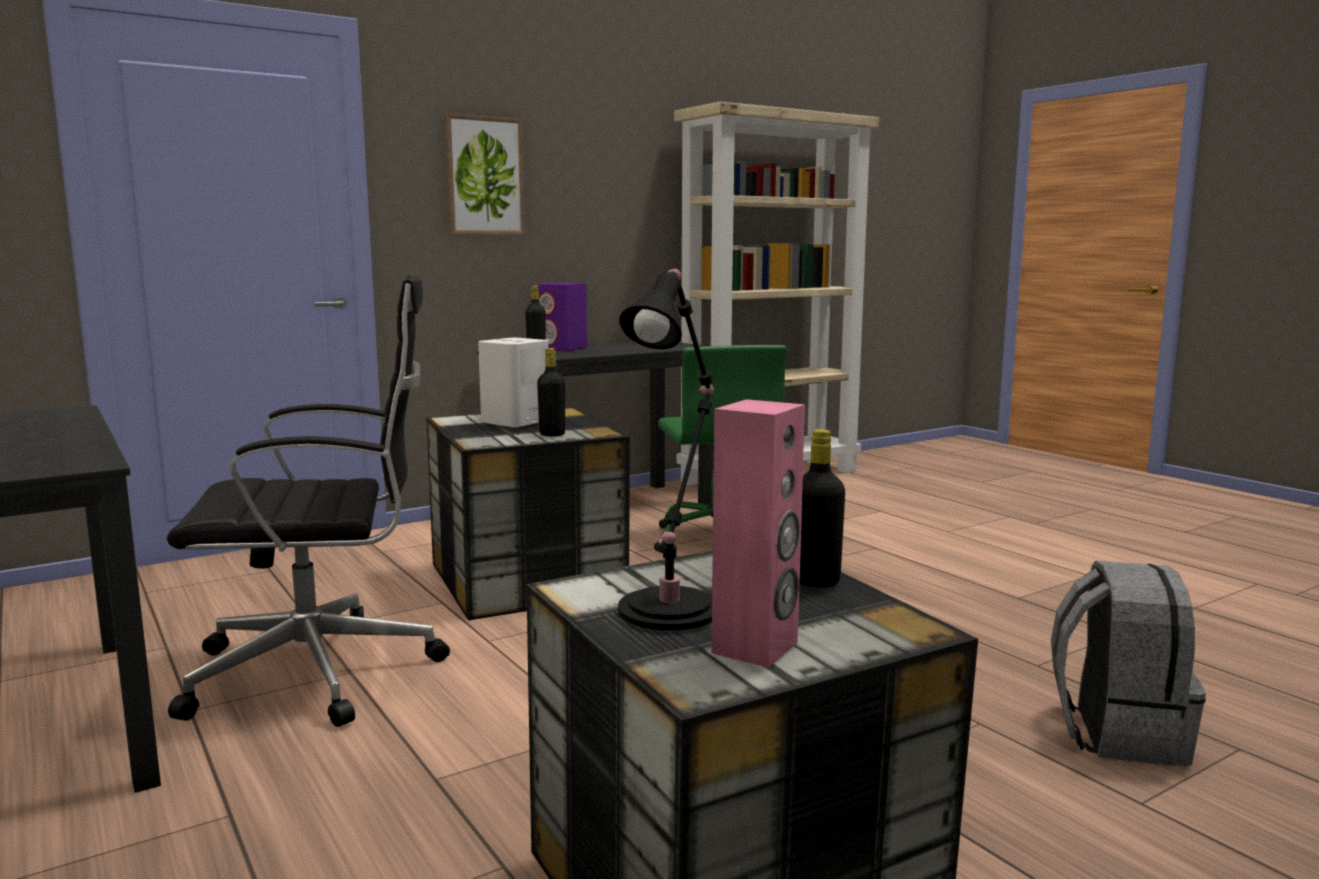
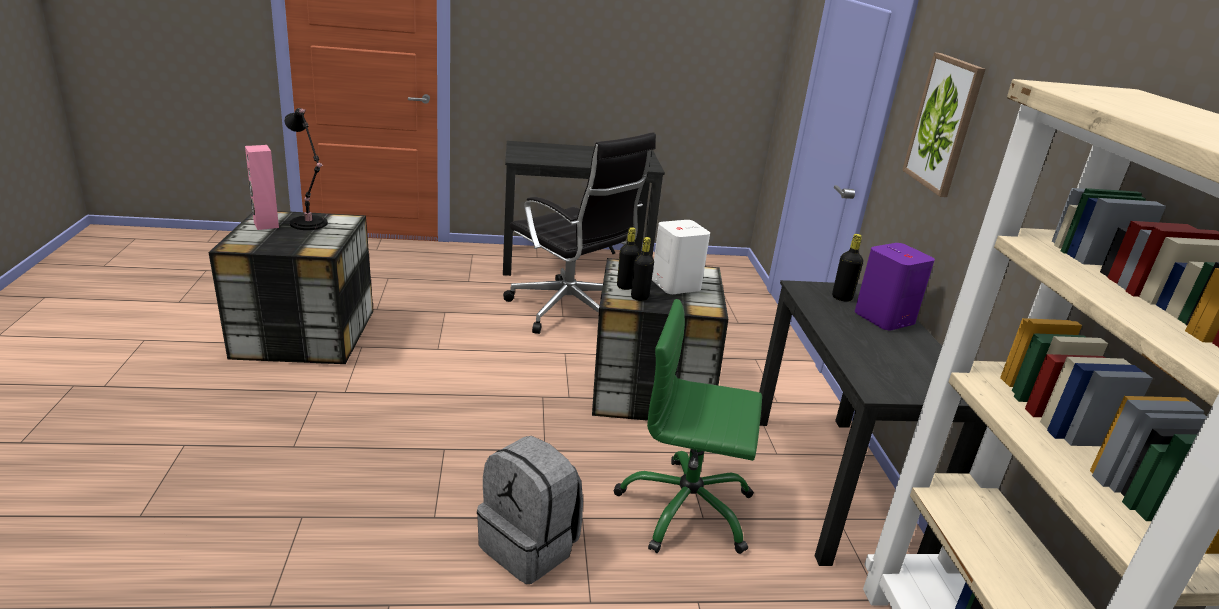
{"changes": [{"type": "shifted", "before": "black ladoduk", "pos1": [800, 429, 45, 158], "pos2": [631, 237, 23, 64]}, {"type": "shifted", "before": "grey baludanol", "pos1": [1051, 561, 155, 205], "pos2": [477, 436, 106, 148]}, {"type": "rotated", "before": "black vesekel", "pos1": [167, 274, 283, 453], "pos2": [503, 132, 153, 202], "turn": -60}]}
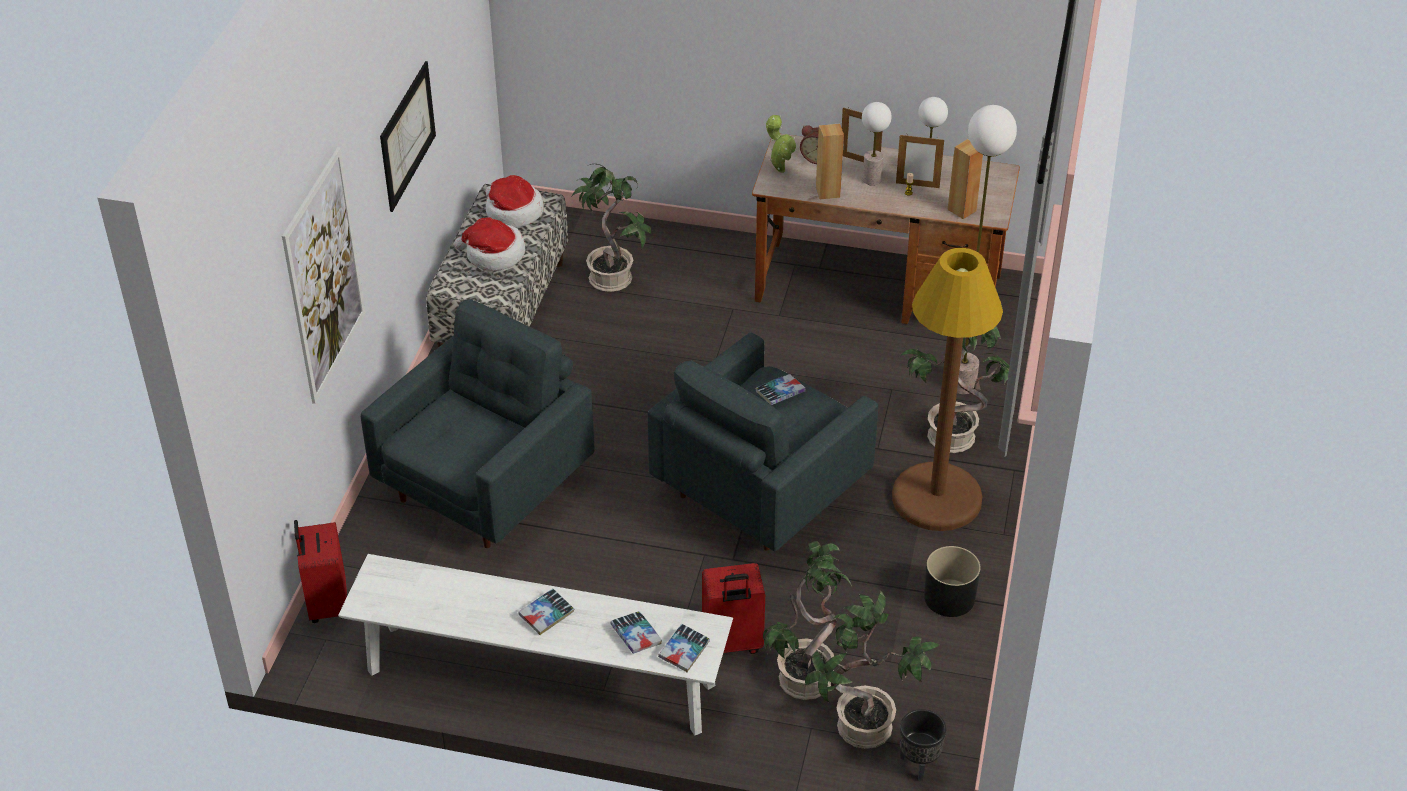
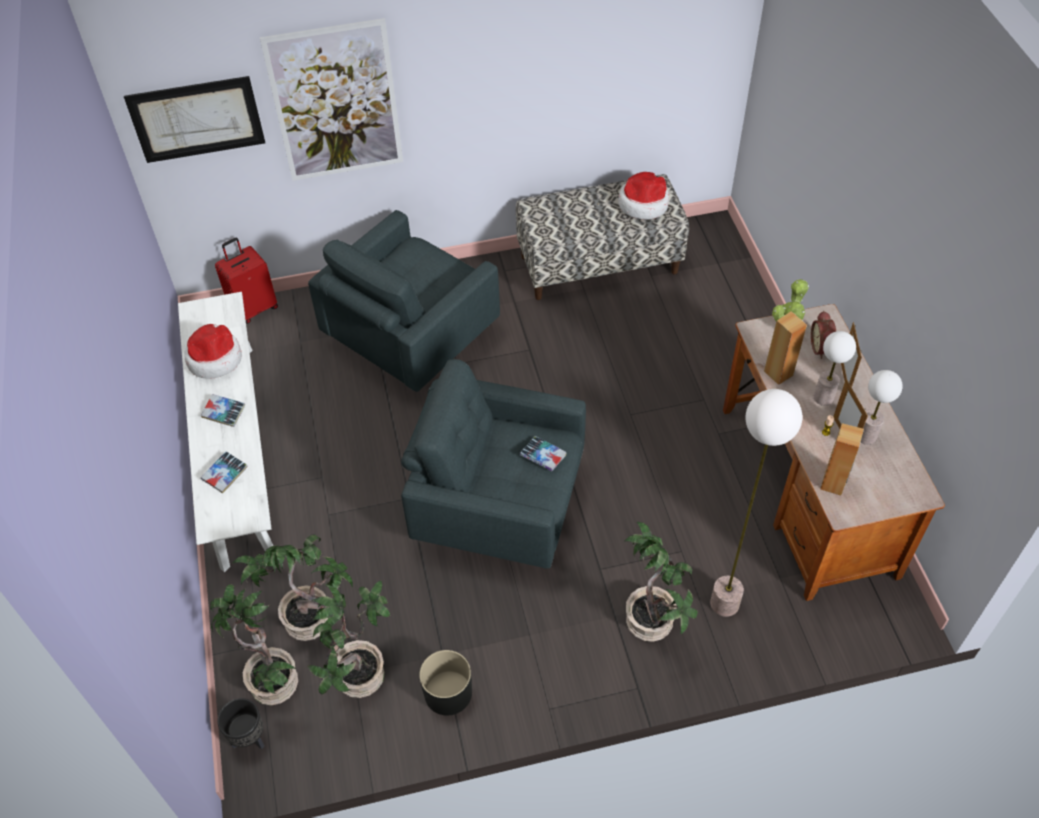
{"changes": [{"type": "gone", "before": "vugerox", "pos1": [658, 624, 52, 48]}, {"type": "gone", "before": "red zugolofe", "pos1": [702, 563, 63, 91]}, {"type": "gone", "before": "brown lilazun", "pos1": [892, 248, 111, 283]}, {"type": "shifted", "before": "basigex", "pos1": [380, 61, 56, 151], "pos2": [124, 76, 141, 87]}, {"type": "shifted", "before": "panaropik", "pos1": [454, 218, 71, 53], "pos2": [184, 324, 58, 55]}, {"type": "shifted", "before": "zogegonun", "pos1": [571, 164, 80, 128], "pos2": [307, 580, 83, 118]}, {"type": "rotated", "before": "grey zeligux", "pos1": [361, 299, 233, 249], "pos2": [308, 210, 192, 182], "turn": 120}]}
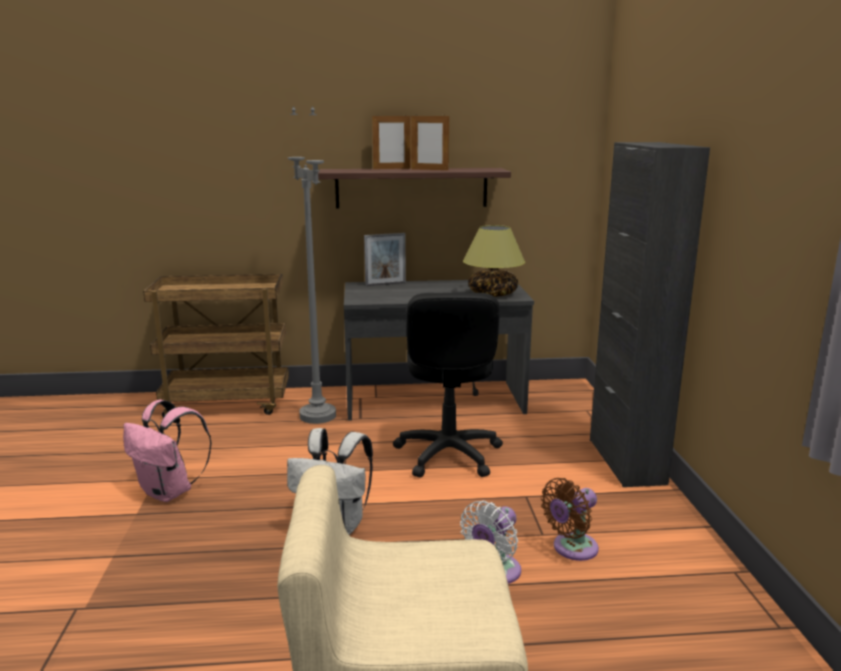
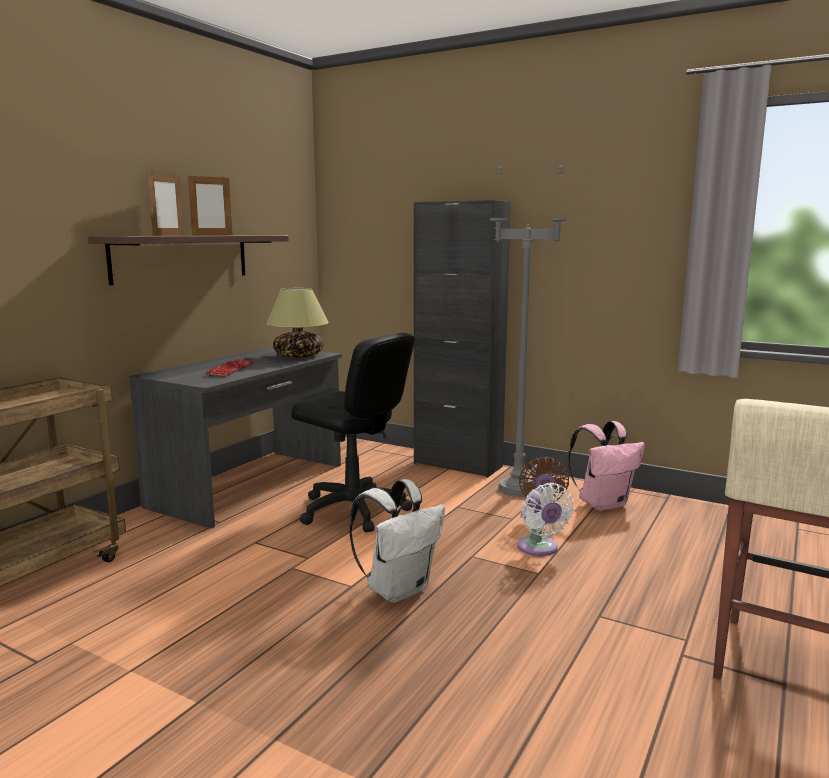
{"changes": [{"type": "gone", "before": "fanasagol", "pos1": [364, 233, 42, 53]}, {"type": "new", "after": "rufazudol", "pos2": [205, 359, 49, 18]}, {"type": "shifted", "before": "pink baludanol", "pos1": [123, 400, 89, 102], "pos2": [568, 421, 77, 90]}, {"type": "shifted", "before": "grey lilazun", "pos1": [288, 106, 48, 318], "pos2": [490, 164, 77, 333]}]}
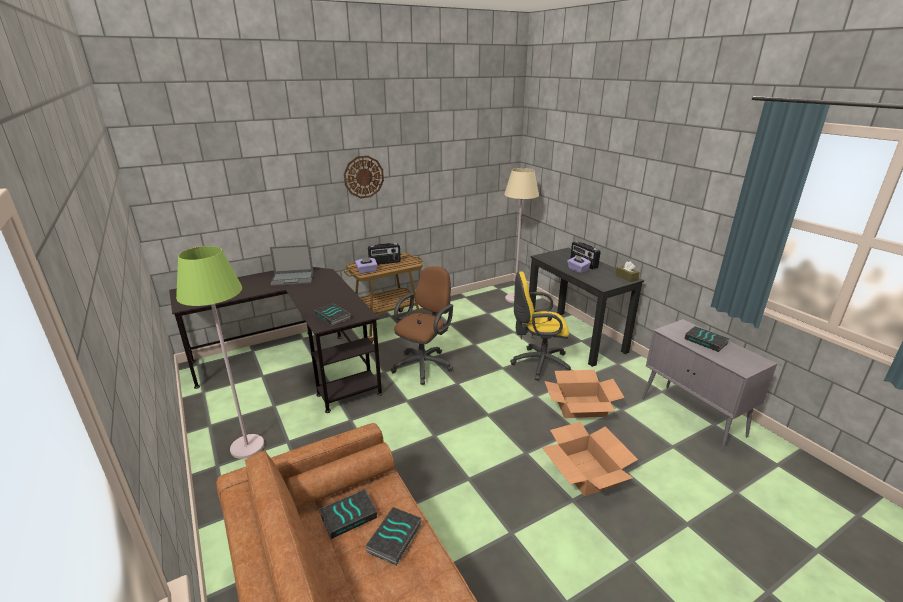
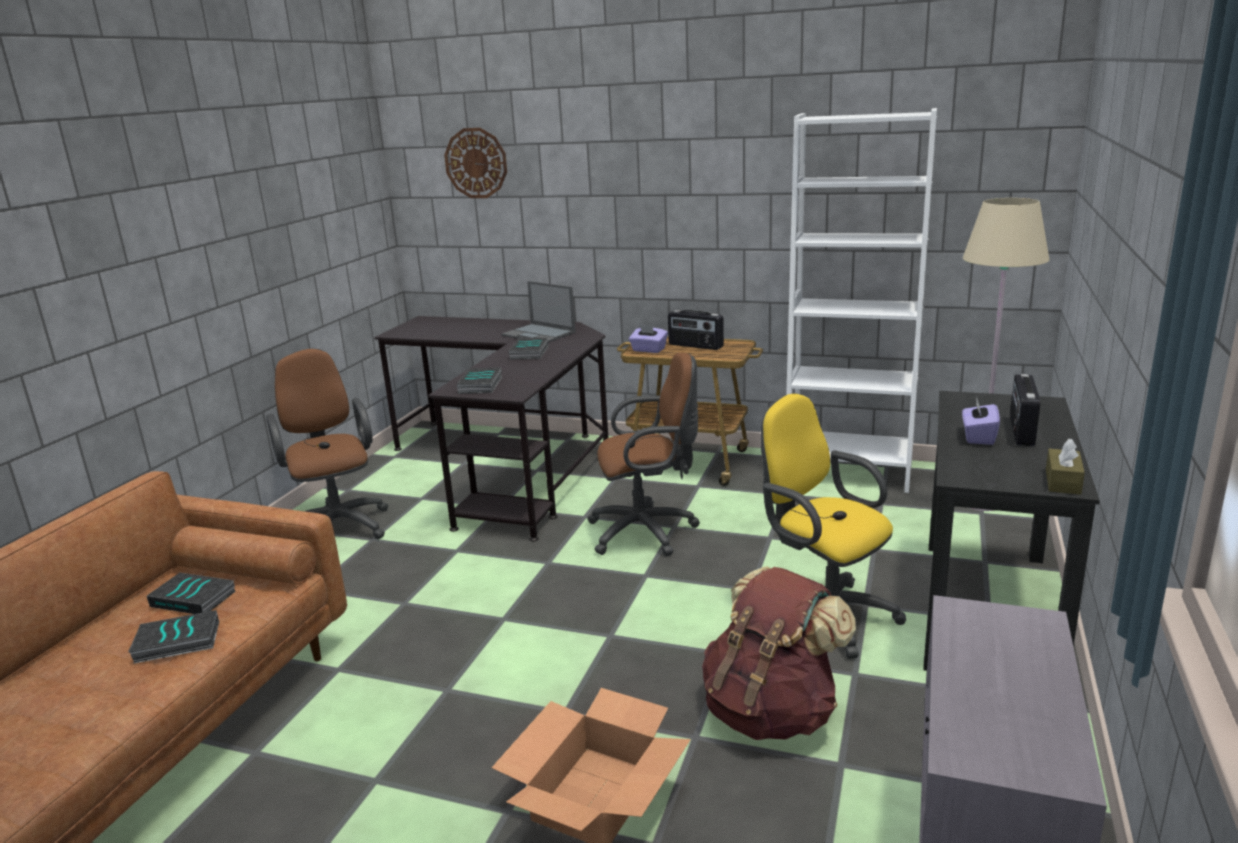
{"changes": [{"type": "new", "after": "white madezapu", "pos2": [786, 108, 151, 385]}, {"type": "shifted", "before": "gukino", "pos1": [344, 156, 40, 42], "pos2": [444, 128, 63, 70]}, {"type": "shifted", "before": "vugerox", "pos1": [684, 326, 46, 26], "pos2": [509, 337, 40, 23]}, {"type": "swapped", "before": "green lilazun", "after": "brown vesekel", "pos1": [176, 246, 88, 213], "pos2": [266, 349, 122, 190]}, {"type": "swapped", "before": "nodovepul", "after": "brown baludanol", "pos1": [545, 370, 80, 48], "pos2": [702, 566, 154, 174]}]}
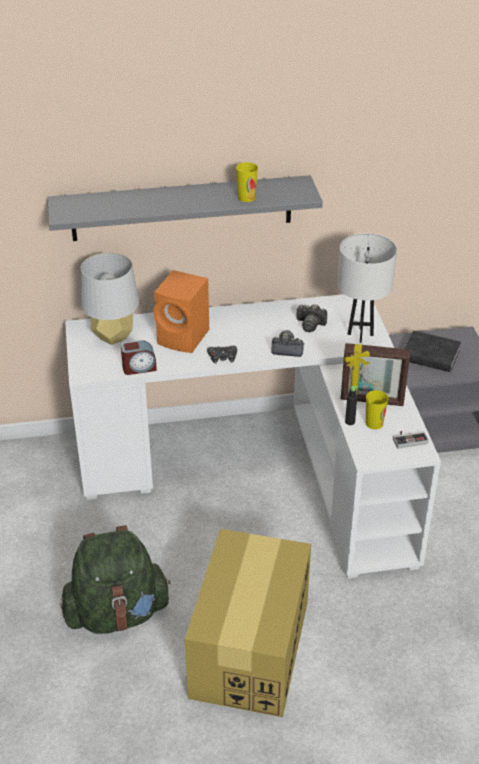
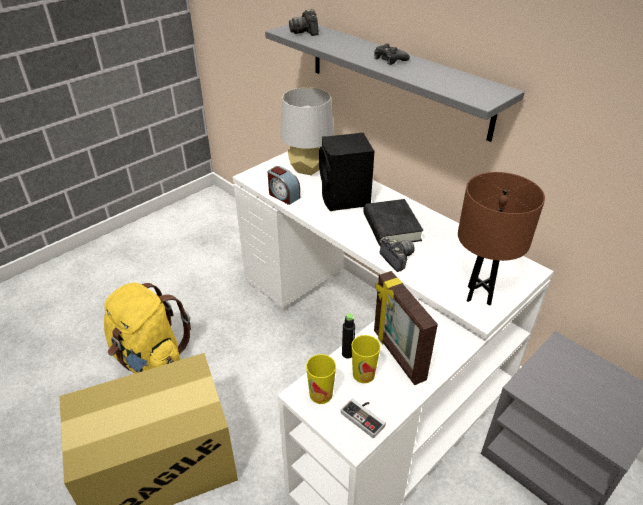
{"changes": [{"type": "shifted", "before": "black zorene", "pos1": [207, 346, 30, 18], "pos2": [374, 43, 36, 22]}, {"type": "shifted", "before": "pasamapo", "pos1": [236, 162, 22, 40], "pos2": [306, 354, 30, 50]}, {"type": "shifted", "before": "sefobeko", "pos1": [296, 304, 31, 28], "pos2": [289, 9, 30, 27]}, {"type": "shifted", "before": "black vugerox", "pos1": [405, 331, 56, 41], "pos2": [363, 199, 60, 47]}, {"type": "repainted", "before": "green baludanol", "after": "yellow baludanol", "pos1": [60, 525, 111, 109], "pos2": [104, 283, 87, 91]}, {"type": "repainted", "before": "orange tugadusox", "after": "black tugadusox", "pos1": [154, 270, 55, 83], "pos2": [319, 133, 55, 78]}, {"type": "repainted", "before": "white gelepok", "after": "brown gelepok", "pos1": [337, 233, 60, 110], "pos2": [458, 172, 87, 134]}]}
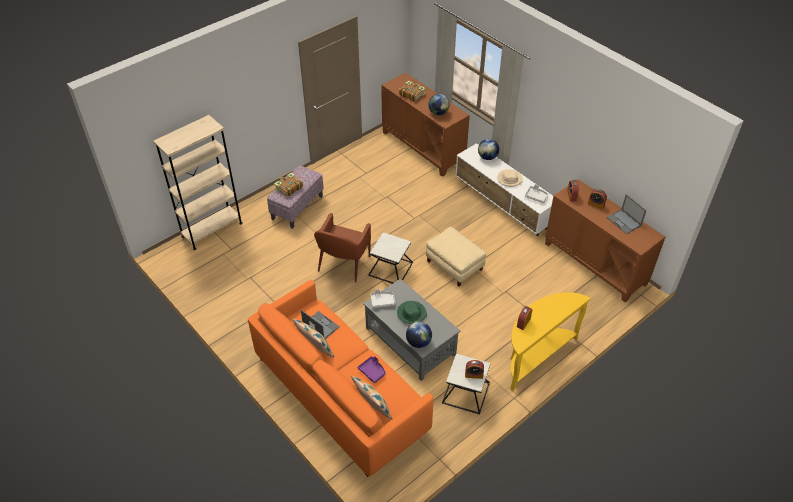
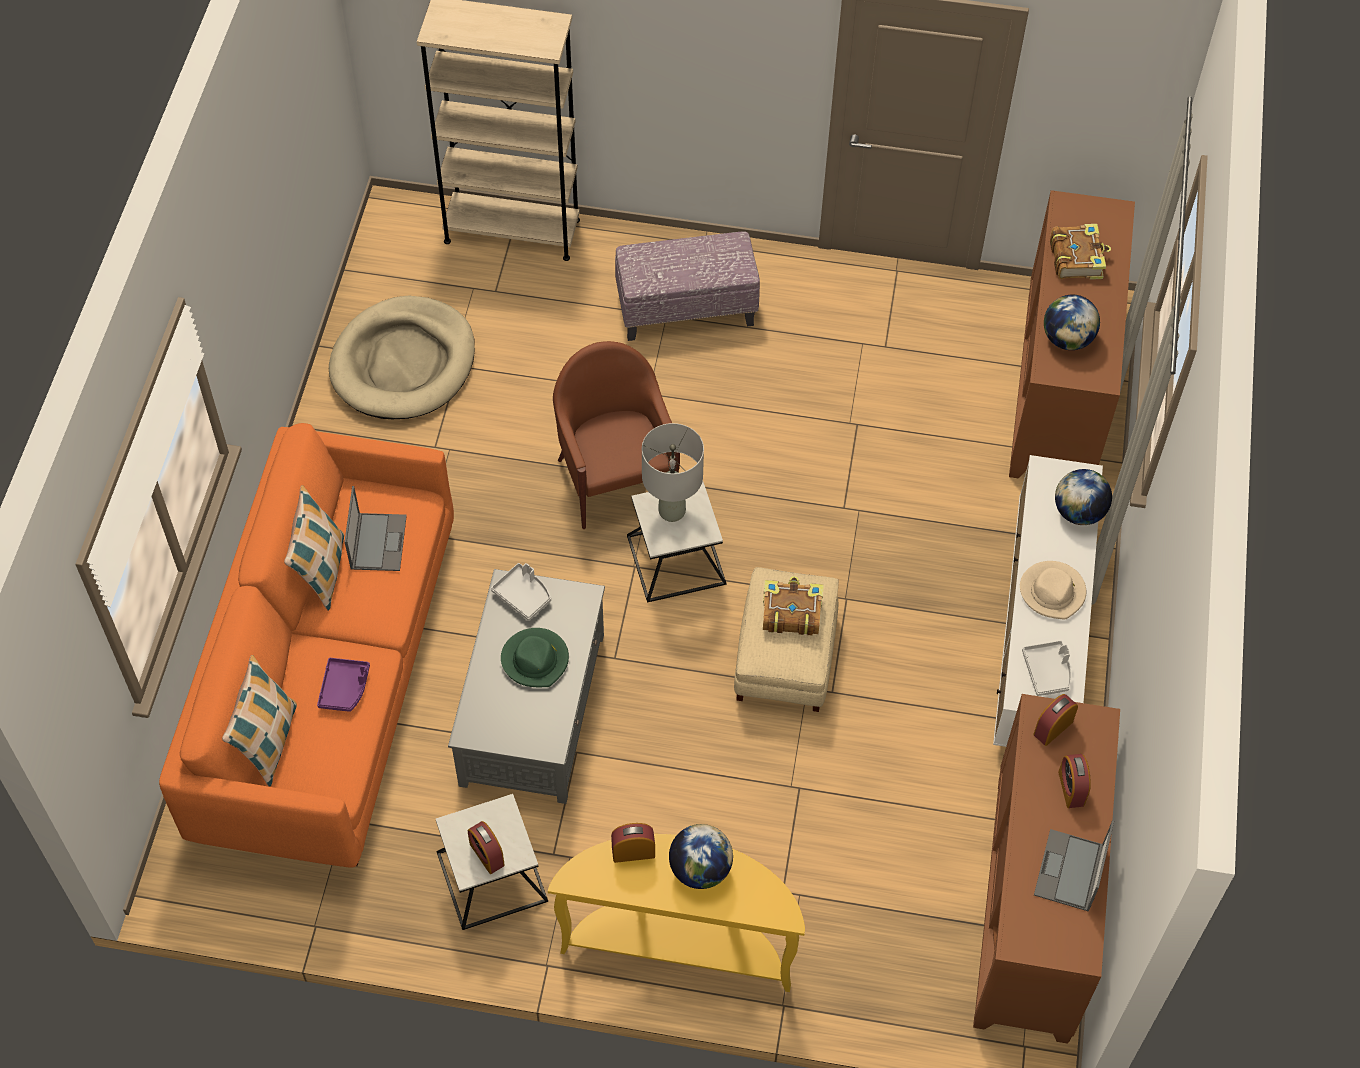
{"changes": [{"type": "new", "after": "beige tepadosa", "pos2": [329, 296, 146, 123]}, {"type": "new", "after": "grey gelepok", "pos2": [642, 423, 62, 99]}, {"type": "shifted", "before": "vugerox", "pos1": [274, 173, 29, 24], "pos2": [763, 576, 61, 59]}, {"type": "shifted", "before": "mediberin", "pos1": [406, 322, 26, 26], "pos2": [669, 824, 64, 65]}, {"type": "rotated", "before": "brown zeligux", "pos1": [314, 213, 57, 70], "pos2": [553, 341, 127, 188], "turn": 90}]}
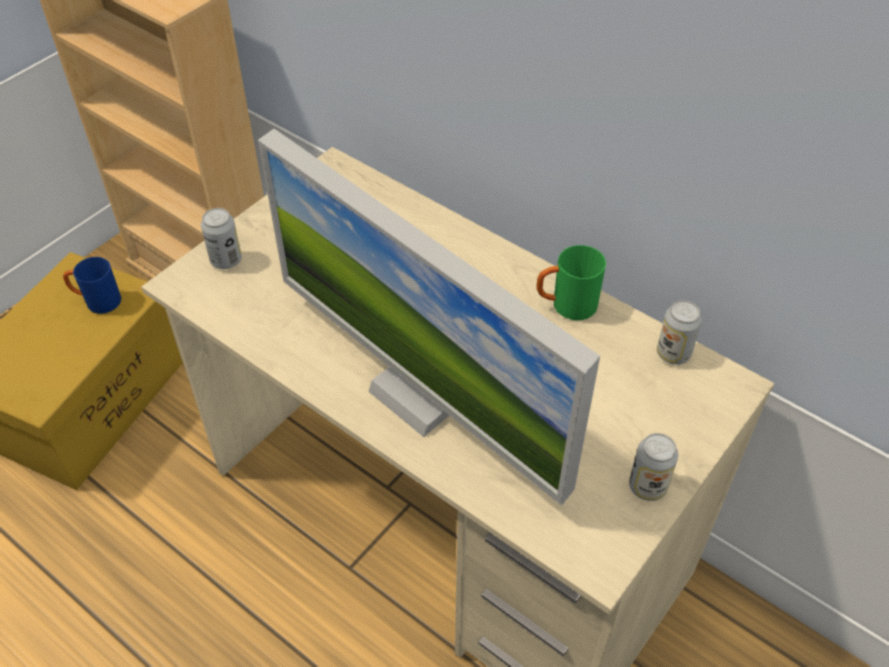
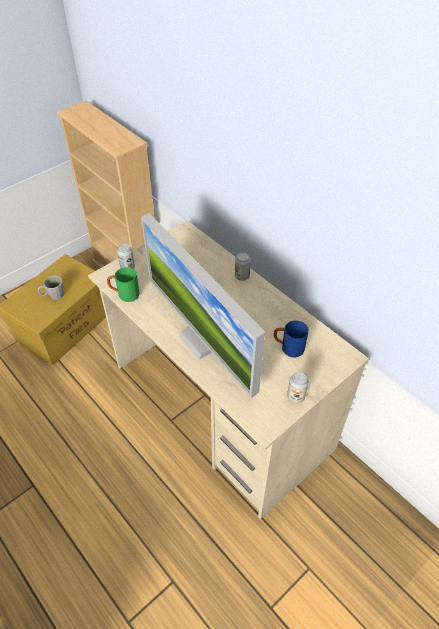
{"changes": [{"type": "new", "after": "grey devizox", "pos2": [38, 275, 26, 25]}, {"type": "shifted", "before": "blue devizox", "pos1": [63, 257, 58, 57], "pos2": [274, 320, 35, 37]}, {"type": "shifted", "before": "green devizox", "pos1": [536, 245, 70, 75], "pos2": [107, 267, 33, 35]}, {"type": "shifted", "before": "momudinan", "pos1": [657, 300, 45, 65], "pos2": [235, 252, 16, 29]}]}
